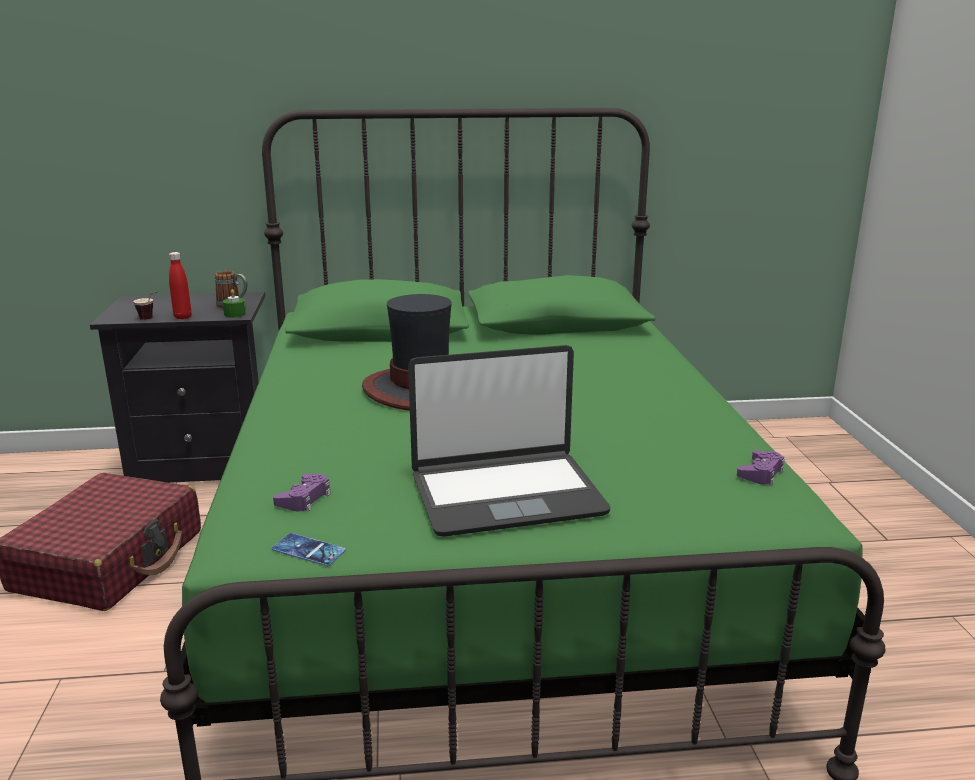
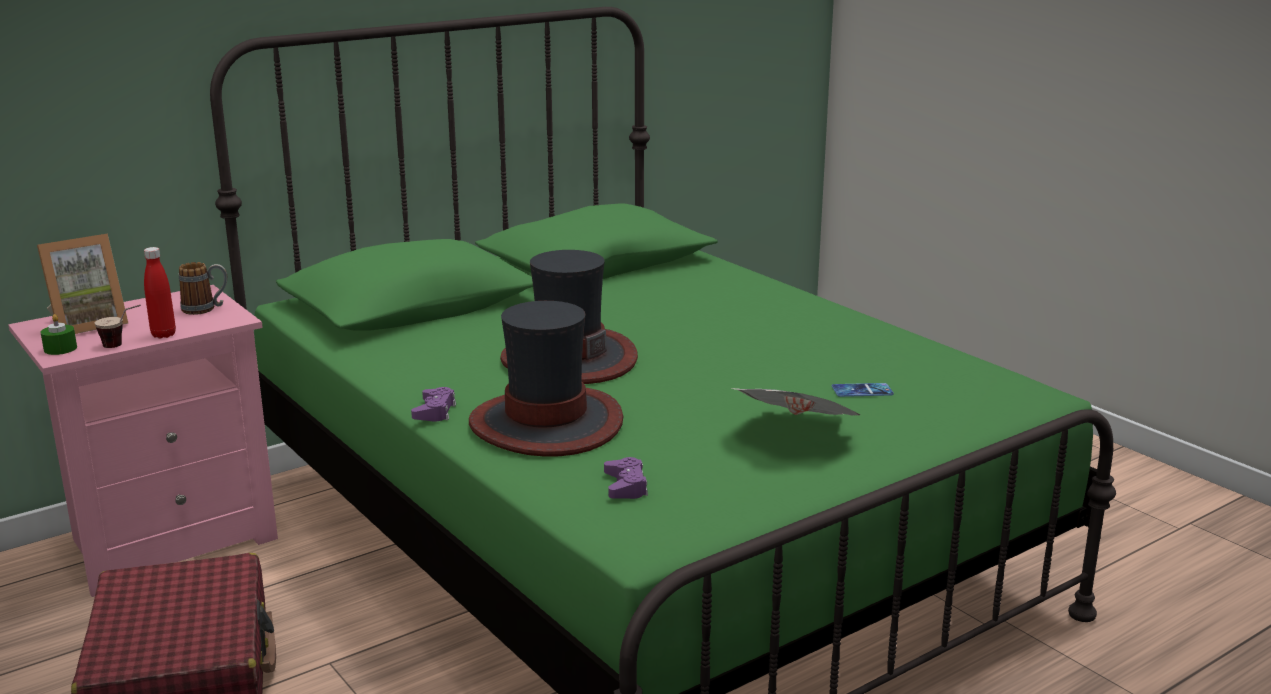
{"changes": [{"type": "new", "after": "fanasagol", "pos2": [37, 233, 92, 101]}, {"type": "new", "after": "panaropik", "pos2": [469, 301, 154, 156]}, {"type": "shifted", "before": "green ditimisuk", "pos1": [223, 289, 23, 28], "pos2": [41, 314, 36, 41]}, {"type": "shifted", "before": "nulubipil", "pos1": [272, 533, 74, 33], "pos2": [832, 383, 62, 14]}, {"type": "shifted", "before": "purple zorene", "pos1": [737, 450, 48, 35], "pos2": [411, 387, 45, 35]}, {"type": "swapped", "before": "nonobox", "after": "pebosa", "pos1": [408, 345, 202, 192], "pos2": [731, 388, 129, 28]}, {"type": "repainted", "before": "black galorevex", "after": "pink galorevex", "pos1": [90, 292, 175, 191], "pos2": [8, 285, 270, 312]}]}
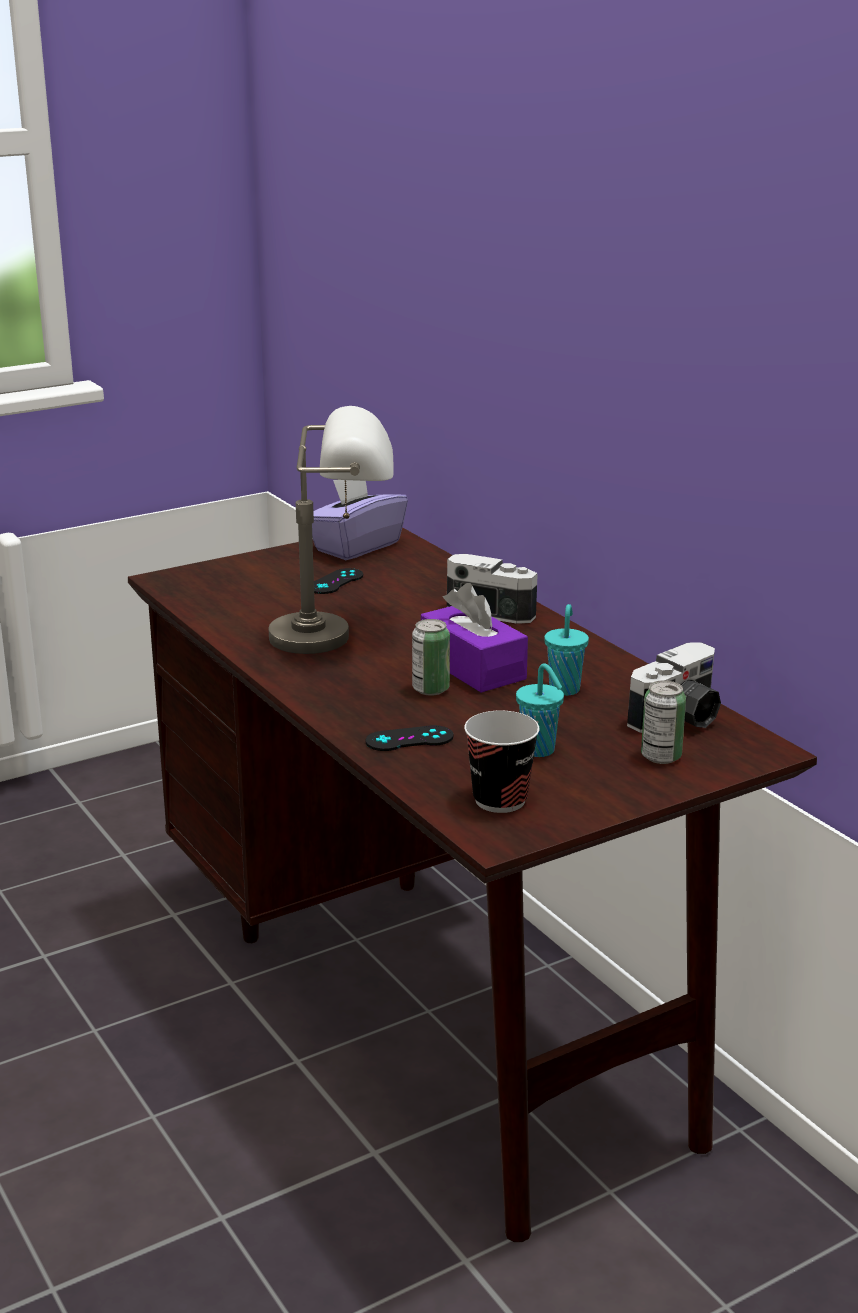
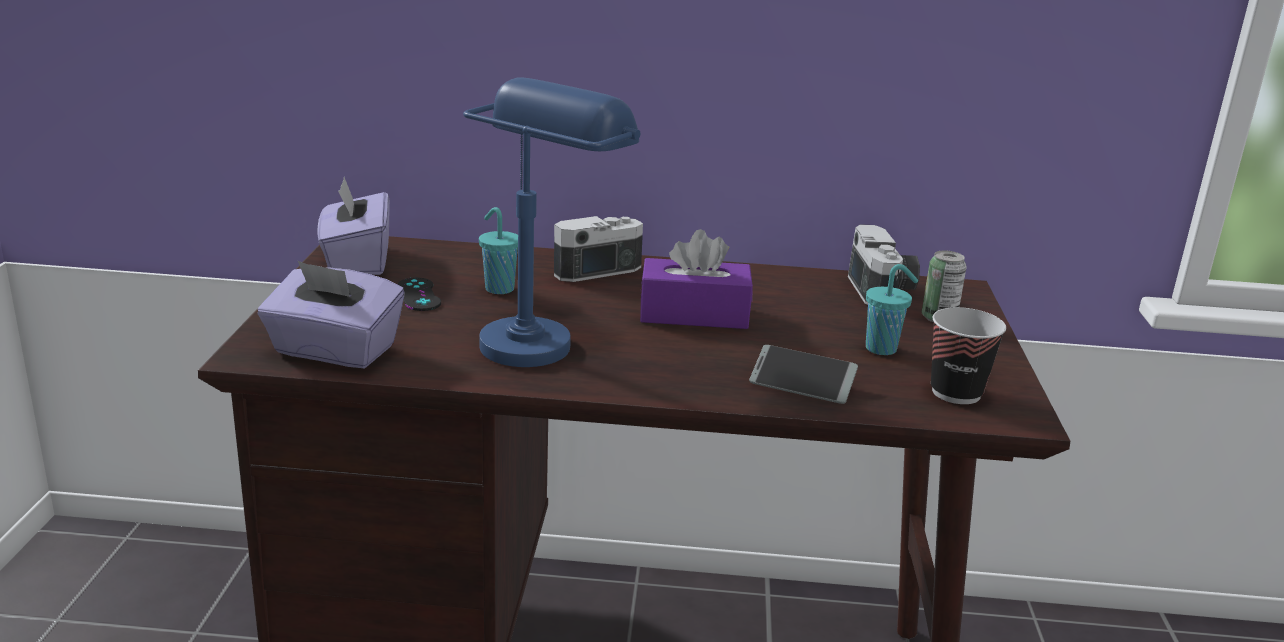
{"changes": [{"type": "gone", "before": "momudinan", "pos1": [412, 619, 38, 77]}, {"type": "new", "after": "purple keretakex", "pos2": [258, 261, 147, 108]}, {"type": "shifted", "before": "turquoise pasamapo", "pos1": [545, 604, 44, 92], "pos2": [479, 207, 39, 87]}, {"type": "swapped", "before": "black zorene", "after": "nulubipil", "pos1": [365, 725, 89, 26], "pos2": [749, 345, 109, 59]}, {"type": "repainted", "before": "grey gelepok", "after": "blue gelepok", "pos1": [269, 406, 125, 248], "pos2": [463, 77, 177, 290]}]}
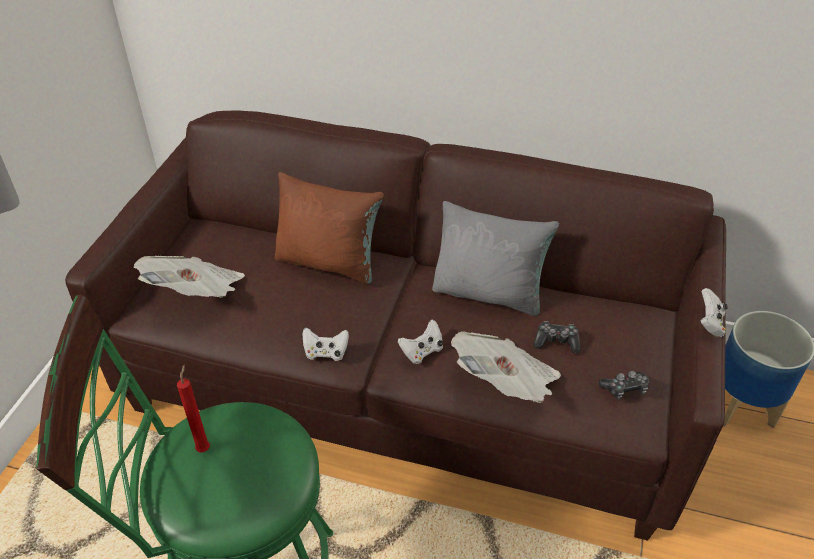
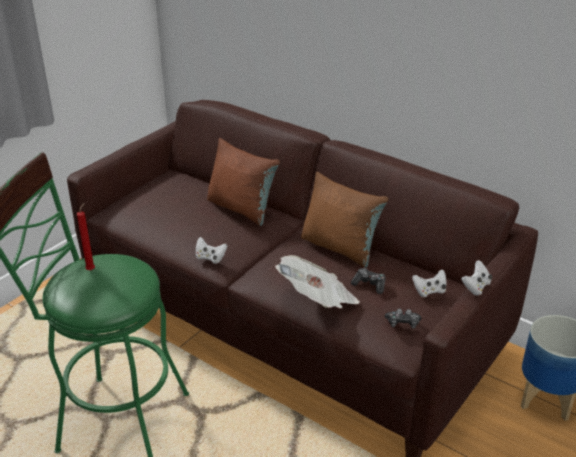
{"changes": [{"type": "gone", "before": "pebosa", "pos1": [134, 256, 111, 41]}, {"type": "shifted", "before": "white zorene", "pos1": [398, 319, 45, 45], "pos2": [412, 269, 35, 28]}, {"type": "repainted", "before": "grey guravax", "after": "brown guravax", "pos1": [432, 201, 127, 115], "pos2": [301, 172, 87, 95]}]}
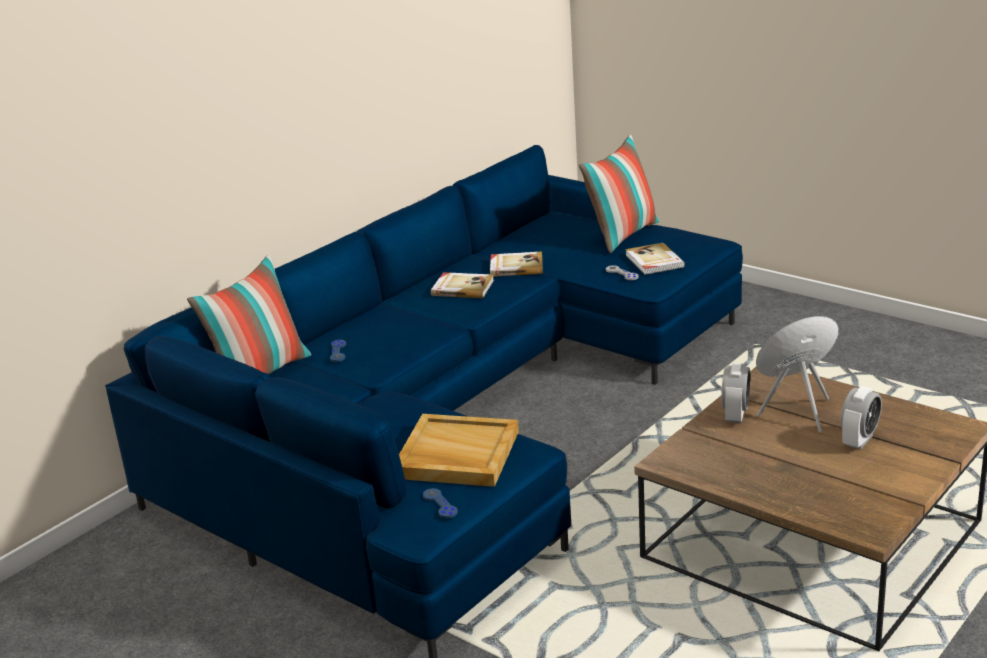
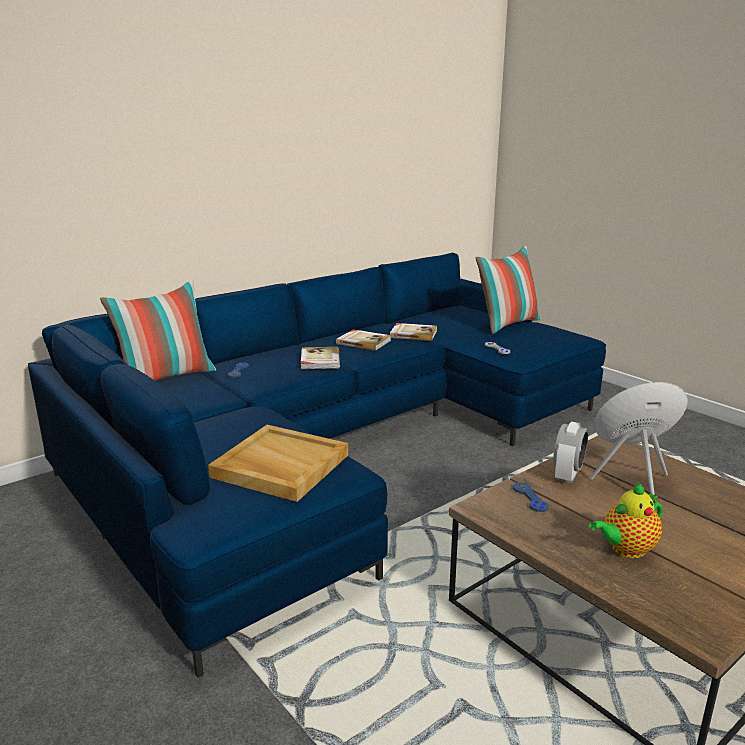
{"changes": [{"type": "gone", "before": "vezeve", "pos1": [841, 386, 41, 64]}, {"type": "new", "after": "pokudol", "pos2": [589, 483, 74, 75]}, {"type": "shifted", "before": "blue zorene", "pos1": [423, 488, 35, 30], "pos2": [513, 482, 36, 30]}, {"type": "shifted", "before": "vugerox", "pos1": [625, 243, 60, 32], "pos2": [301, 347, 39, 22]}]}
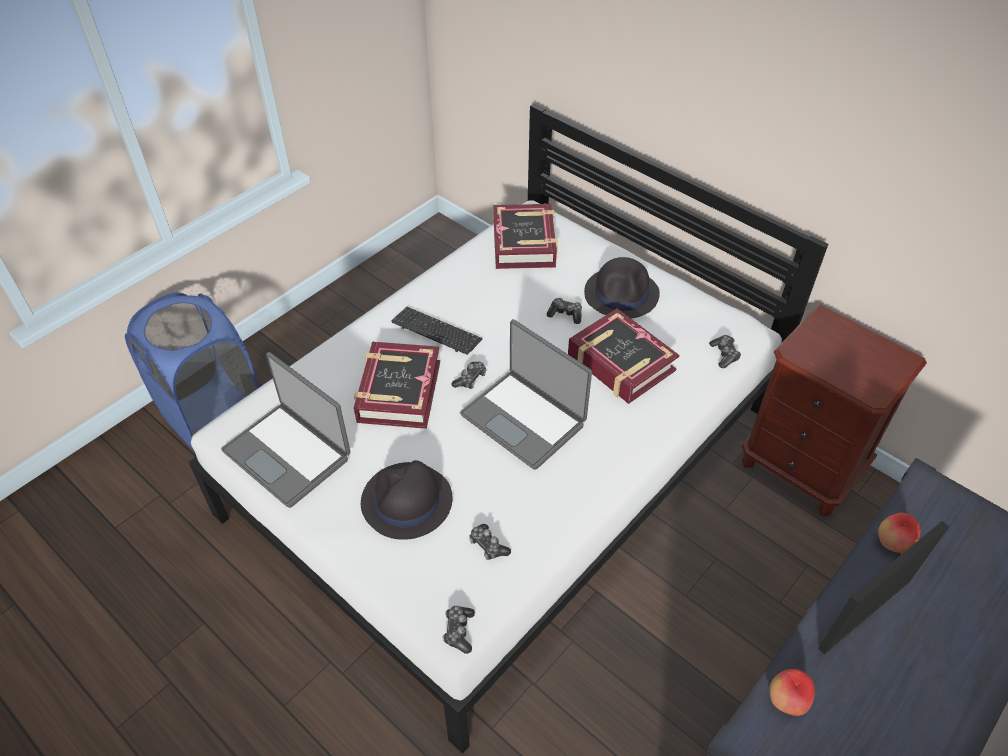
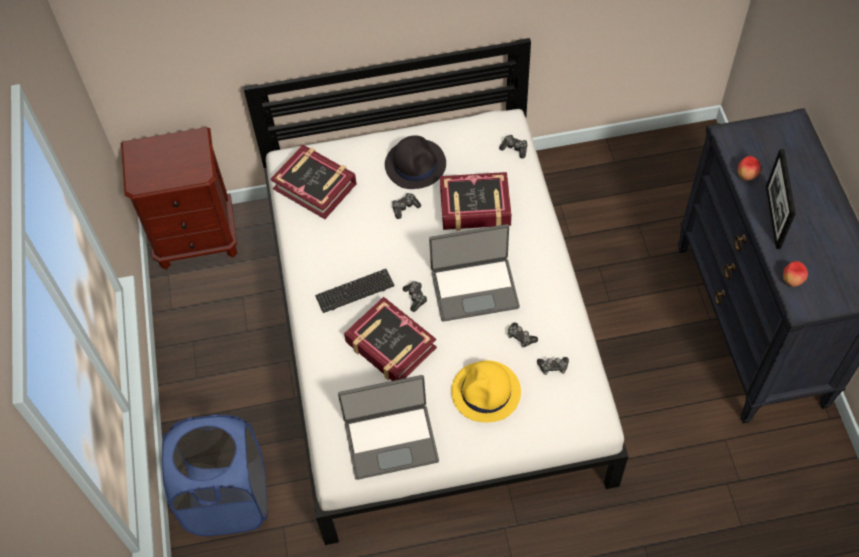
{"changes": [{"type": "shifted", "before": "zorene", "pos1": [443, 606, 32, 48], "pos2": [507, 323, 31, 25]}, {"type": "shifted", "before": "brown galorevex", "pos1": [742, 305, 185, 211], "pos2": [121, 127, 117, 143]}, {"type": "repainted", "before": "black panaropik", "after": "yellow panaropik", "pos1": [361, 460, 92, 80], "pos2": [451, 360, 70, 62]}]}
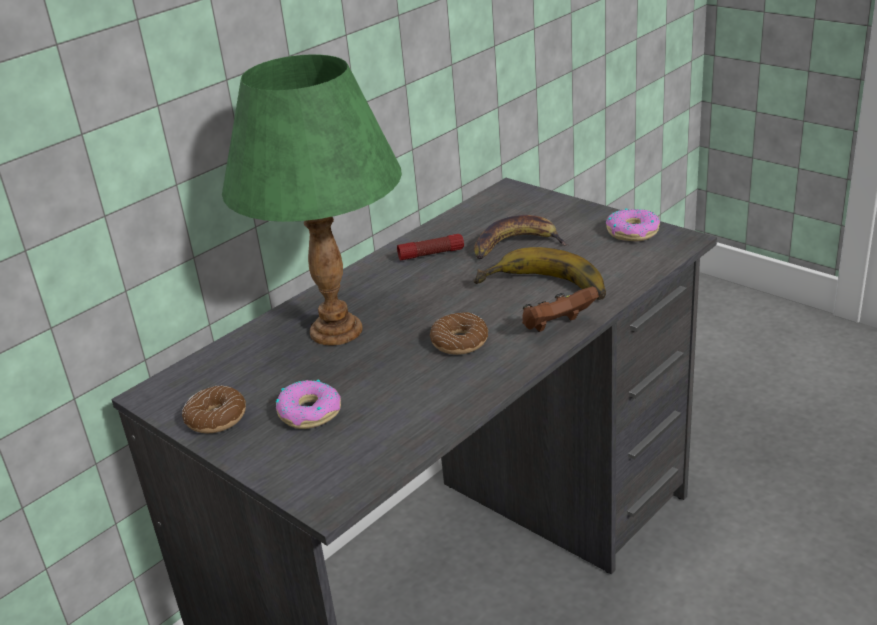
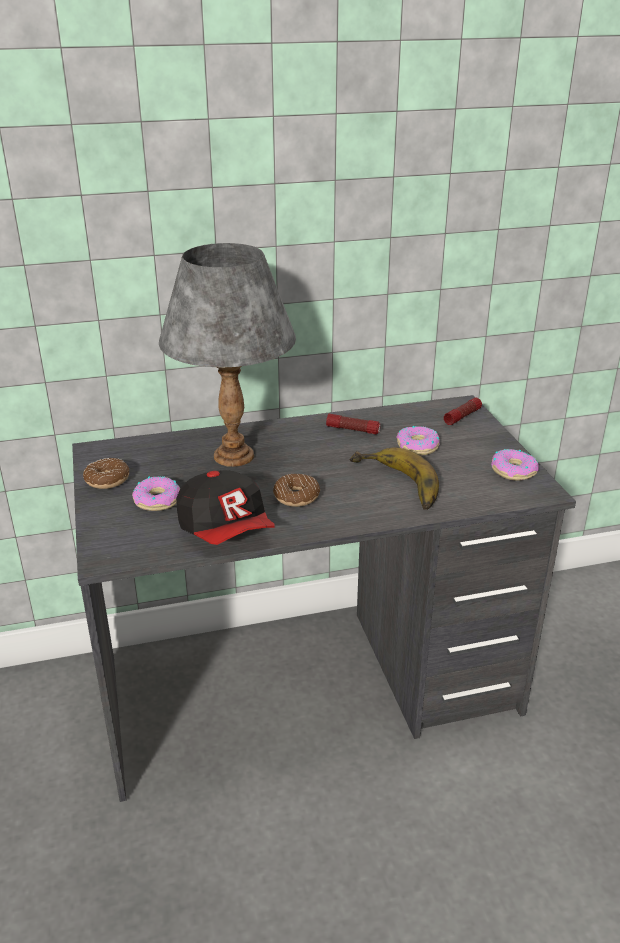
{"changes": [{"type": "gone", "before": "brown zorene", "pos1": [522, 287, 77, 45]}, {"type": "new", "after": "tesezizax", "pos2": [176, 470, 99, 75]}, {"type": "new", "after": "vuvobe", "pos2": [444, 398, 38, 27]}, {"type": "swapped", "before": "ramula", "after": "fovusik", "pos1": [474, 215, 95, 44], "pos2": [397, 426, 43, 30]}, {"type": "repainted", "before": "green gelepok", "after": "grey gelepok", "pos1": [222, 54, 180, 292], "pos2": [159, 243, 137, 224]}]}
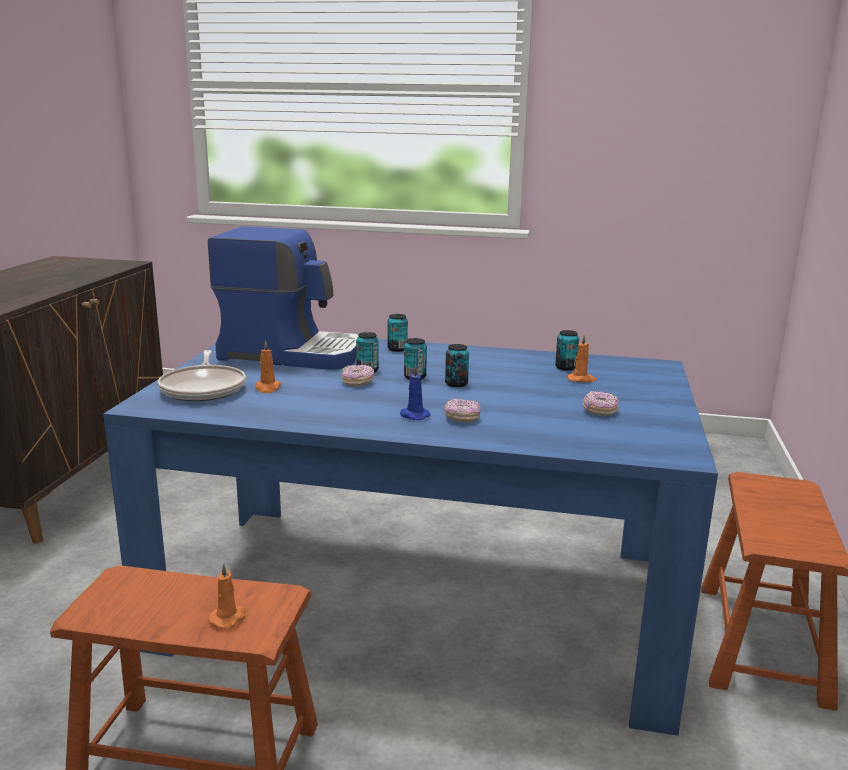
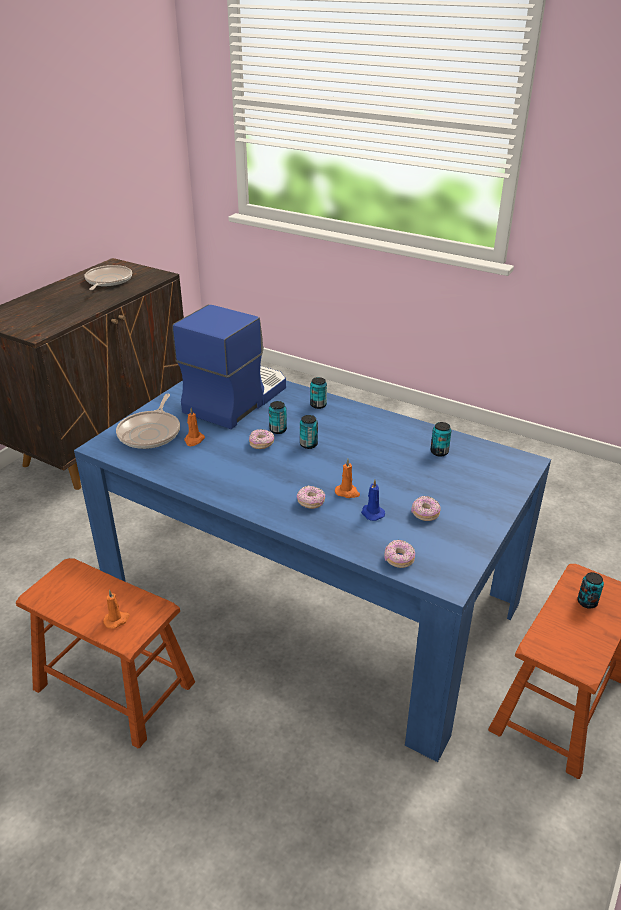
{"changes": [{"type": "new", "after": "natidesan", "pos2": [84, 265, 48, 25]}, {"type": "new", "after": "fovusik", "pos2": [384, 540, 31, 28]}, {"type": "shifted", "before": "blue ditimisuk", "pos1": [400, 364, 30, 56], "pos2": [361, 480, 24, 41]}, {"type": "shifted", "before": "momudinan", "pos1": [445, 344, 24, 43], "pos2": [577, 572, 27, 37]}, {"type": "shifted", "before": "orange ditimisuk", "pos1": [567, 334, 30, 49], "pos2": [335, 459, 25, 39]}, {"type": "rotated", "before": "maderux", "pos1": [208, 226, 150, 144], "pos2": [172, 305, 114, 124], "turn": -90}]}
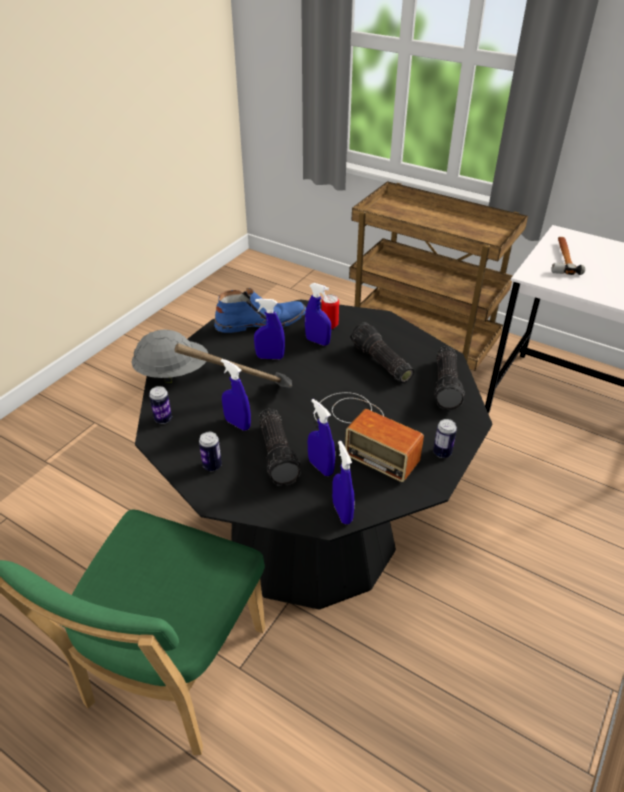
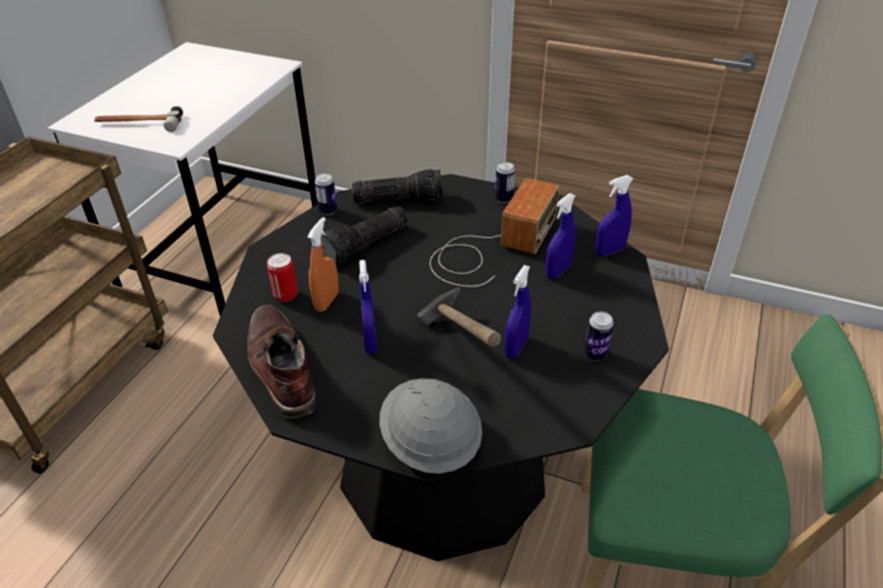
{"changes": [{"type": "gone", "before": "vuvobe", "pos1": [259, 409, 42, 77]}, {"type": "shifted", "before": "momudinan", "pos1": [149, 386, 23, 38], "pos2": [314, 173, 23, 42]}, {"type": "repainted", "before": "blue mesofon", "after": "brown mesofon", "pos1": [214, 288, 92, 45], "pos2": [247, 305, 70, 113]}, {"type": "repainted", "before": "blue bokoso", "after": "orange bokoso", "pos1": [305, 283, 26, 62], "pos2": [307, 217, 32, 95]}]}
